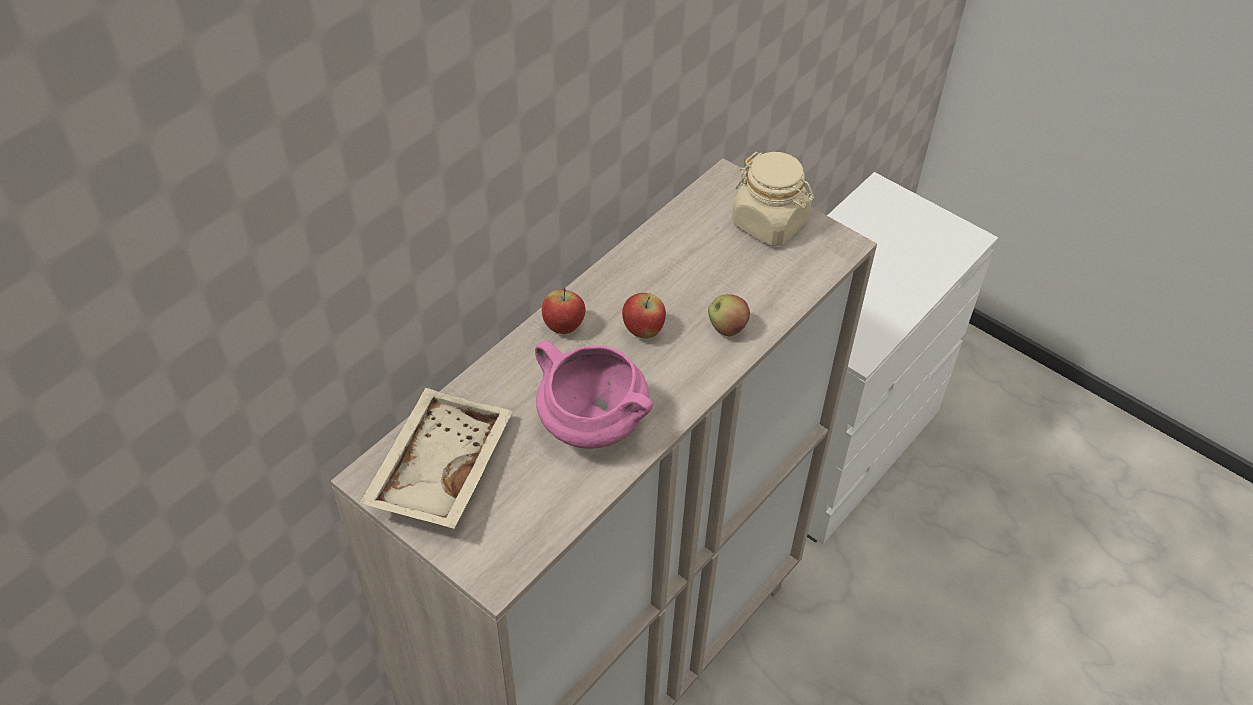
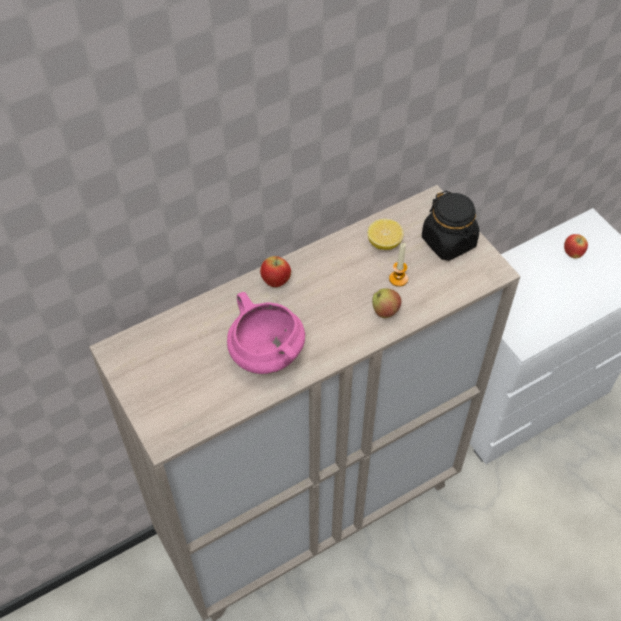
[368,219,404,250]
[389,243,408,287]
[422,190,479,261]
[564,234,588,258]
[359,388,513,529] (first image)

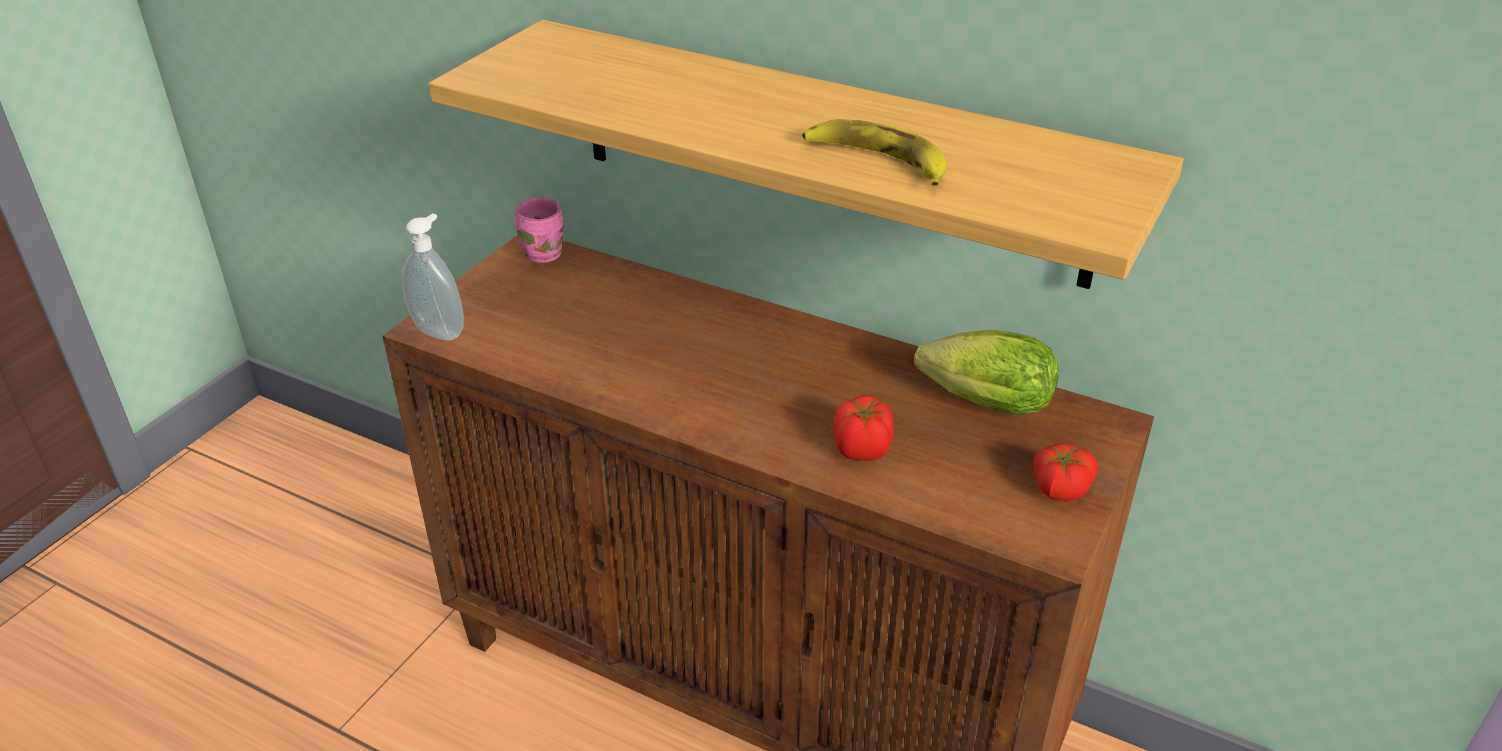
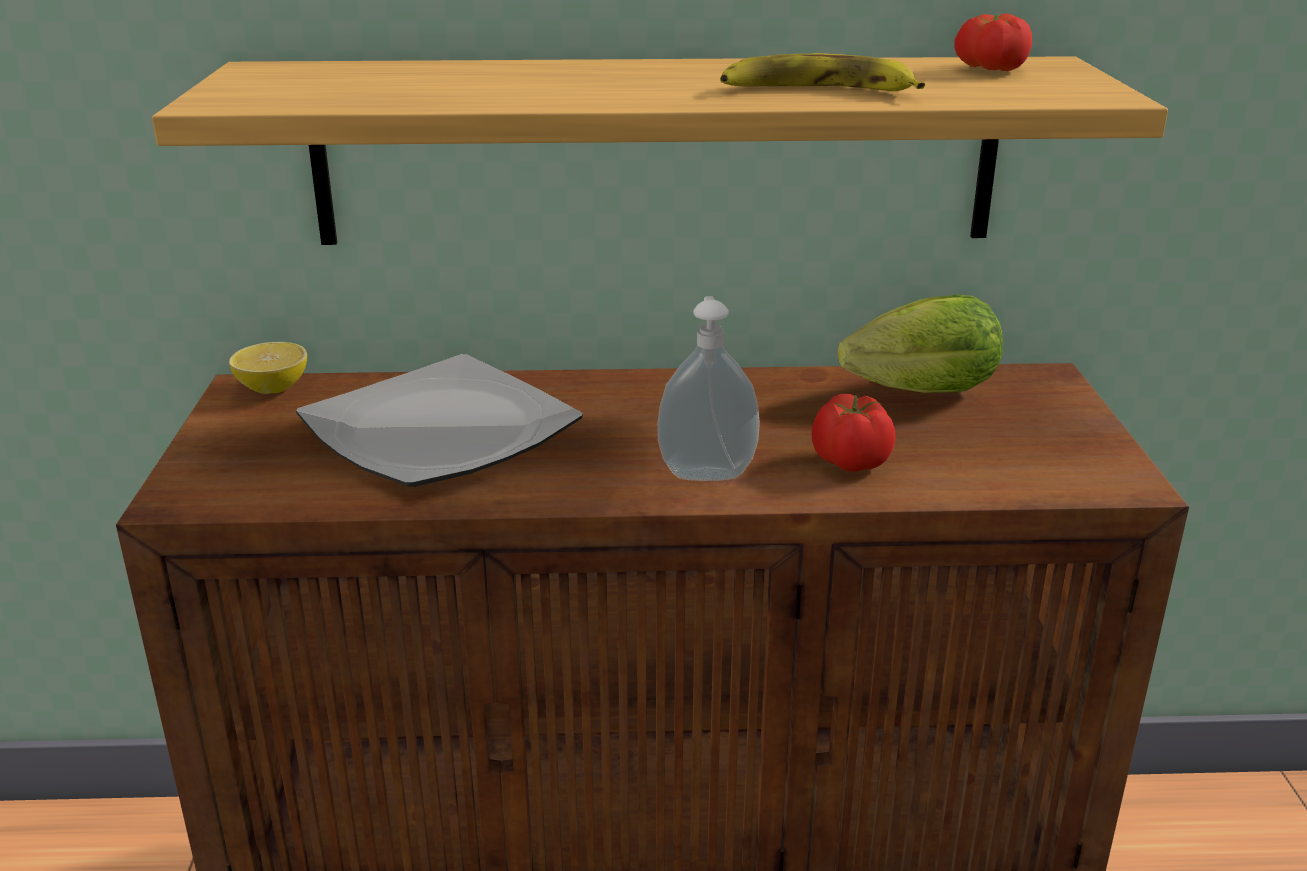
[229,342,307,394]
[296,354,583,487]
[657,296,760,481]
[954,14,1032,71]

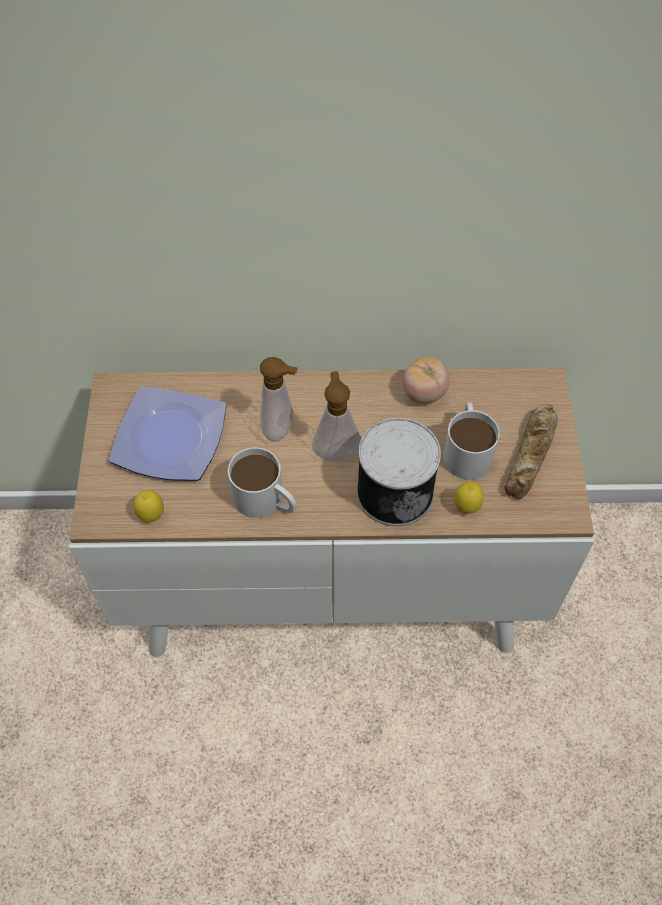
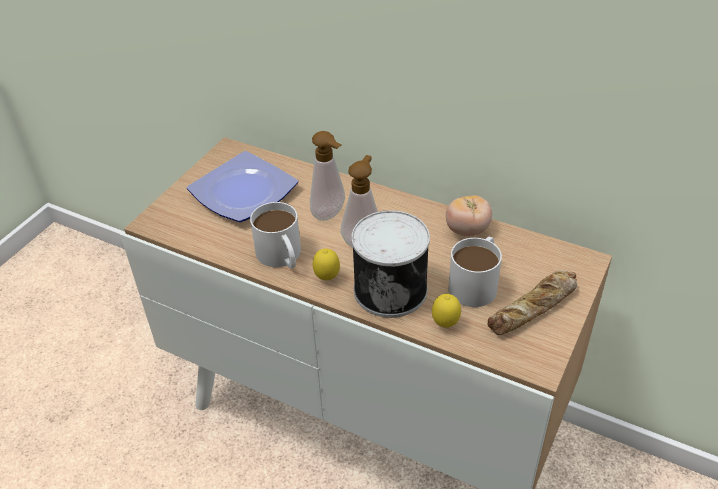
[313,248,340,280]

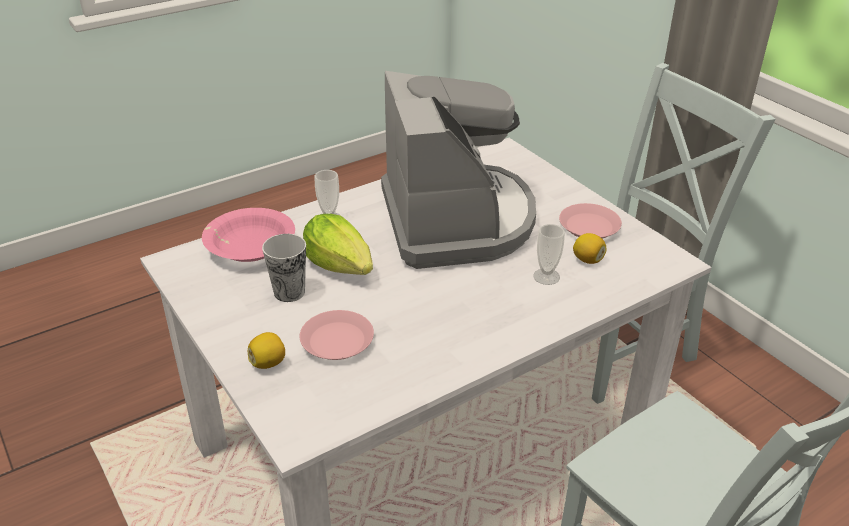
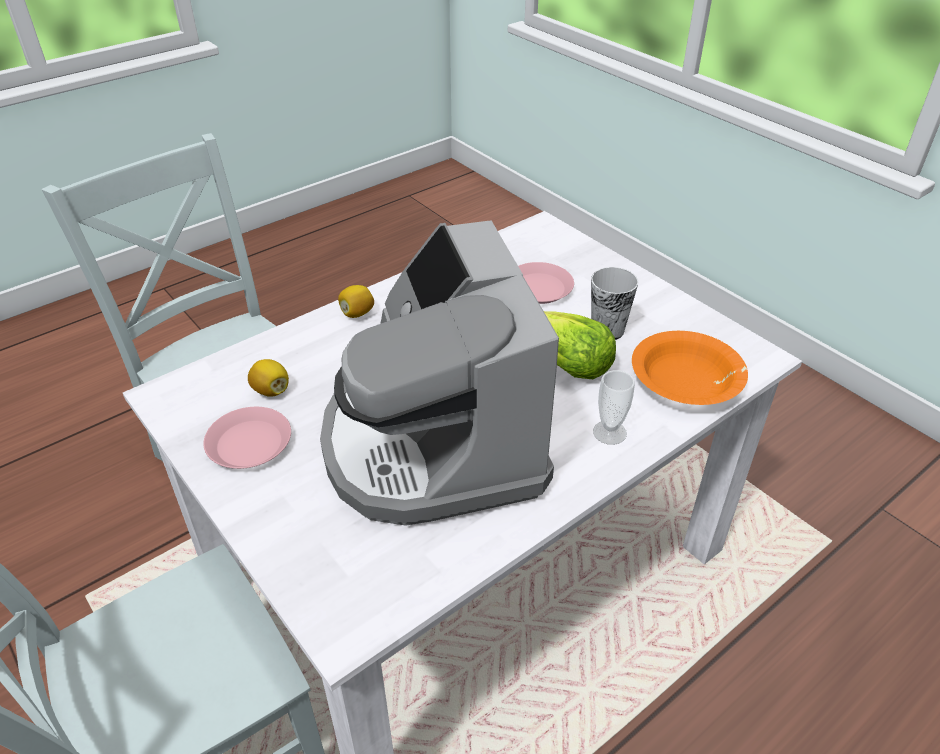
[338,285,374,318]
[632,331,748,405]
[533,224,565,285] (first image)

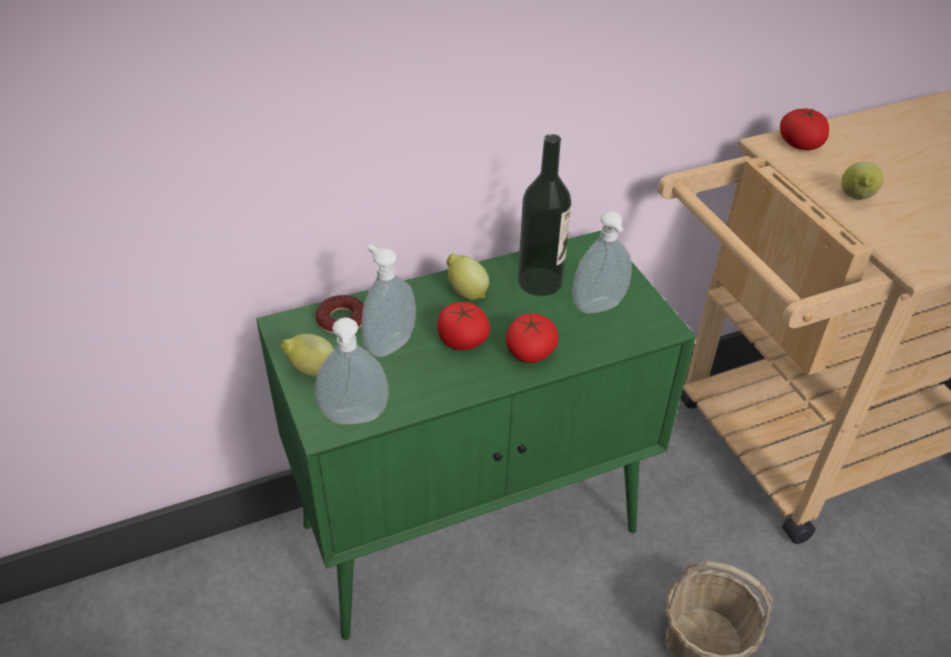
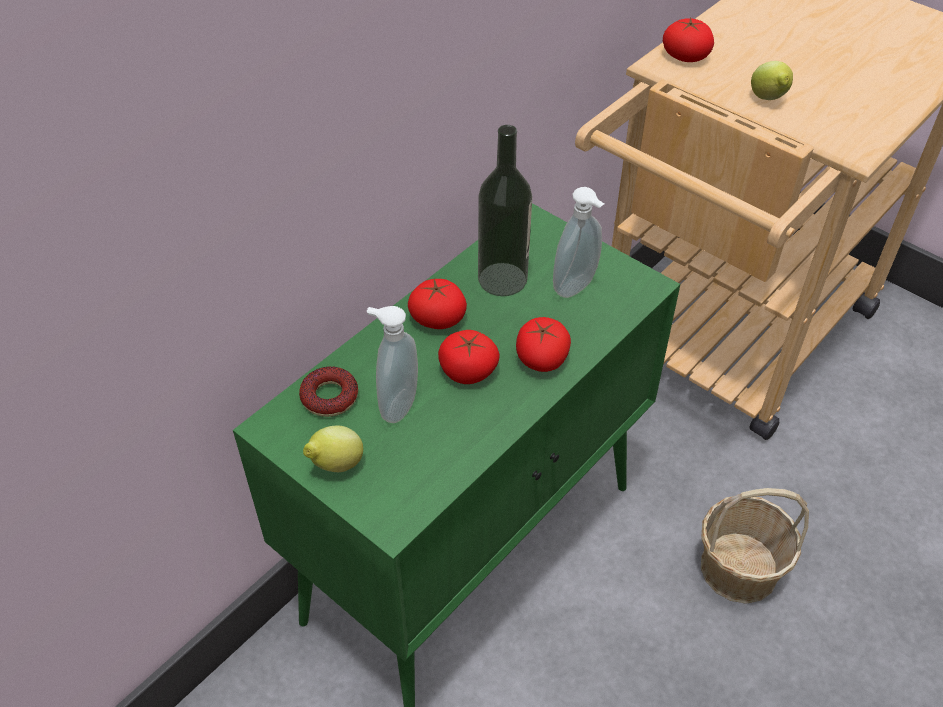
[408,279,467,329]
[315,317,389,425] (first image)

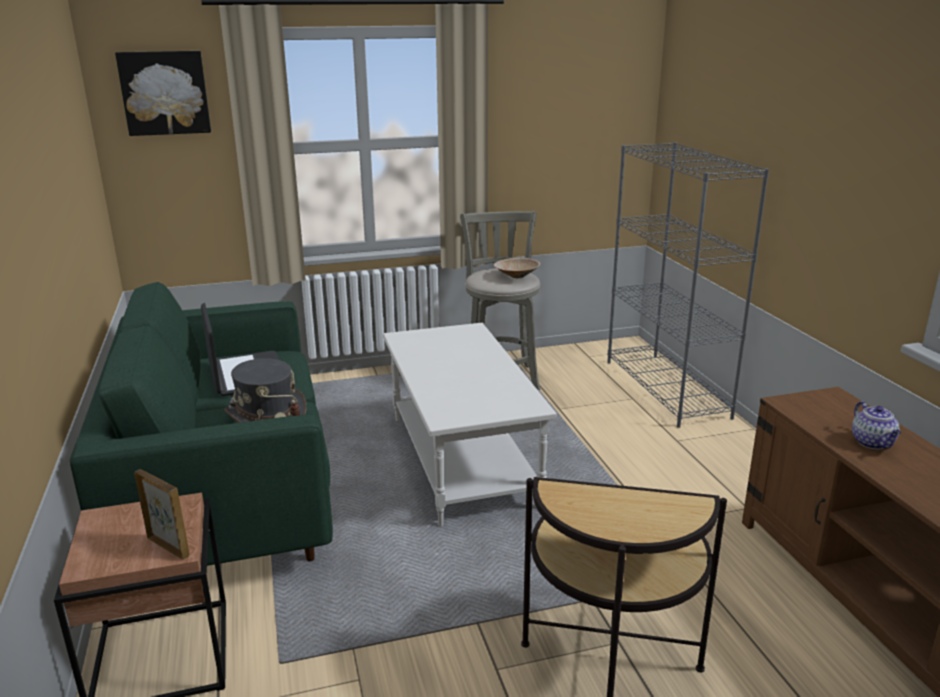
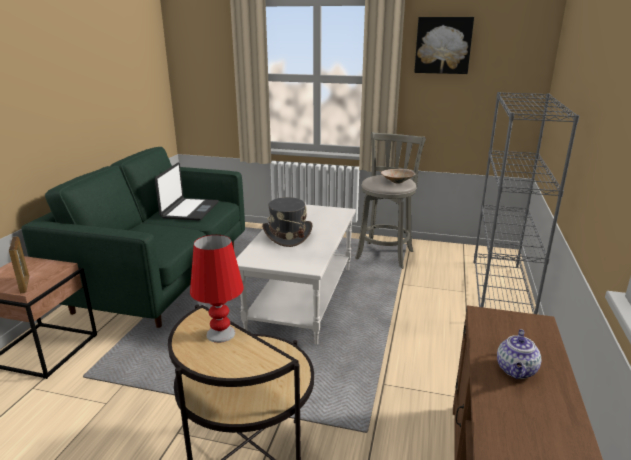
[190,235,243,343]
[262,197,312,247]
[414,17,474,74]

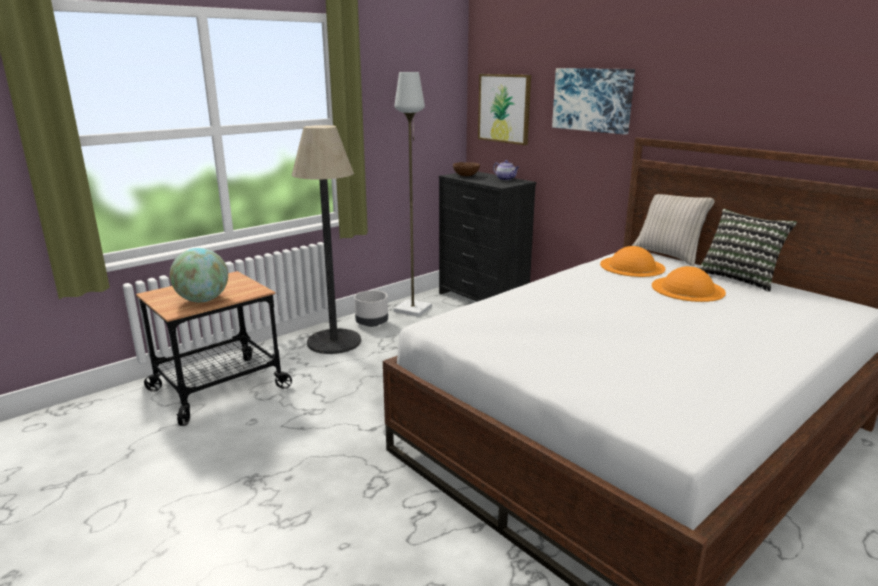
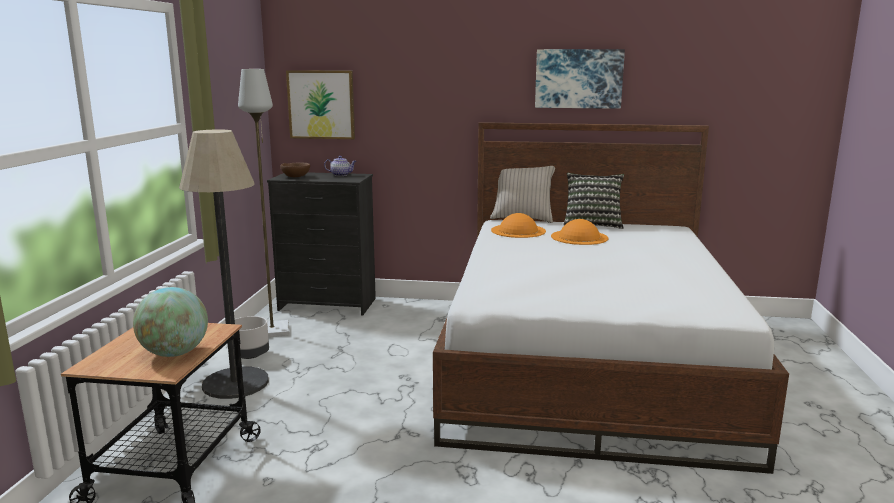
[535,49,625,109]

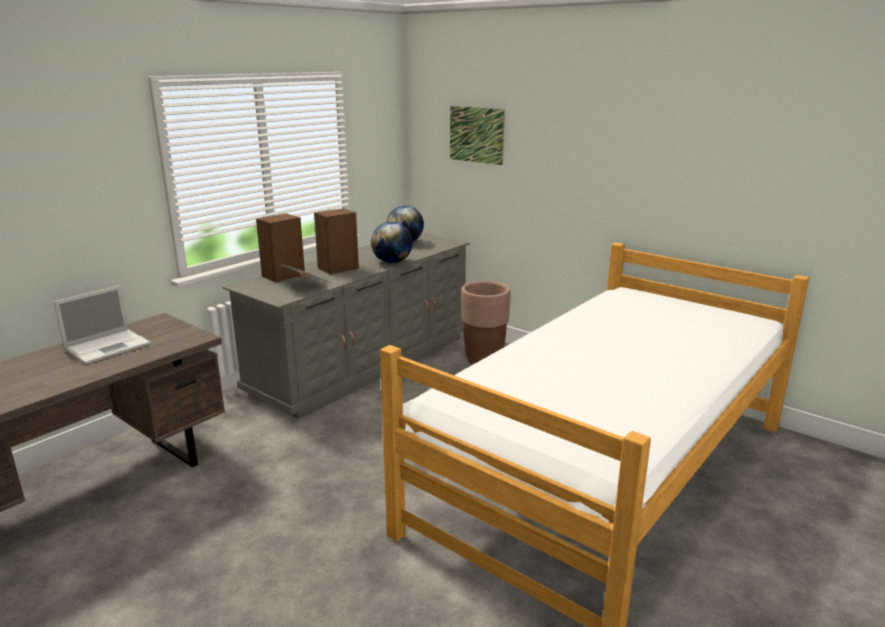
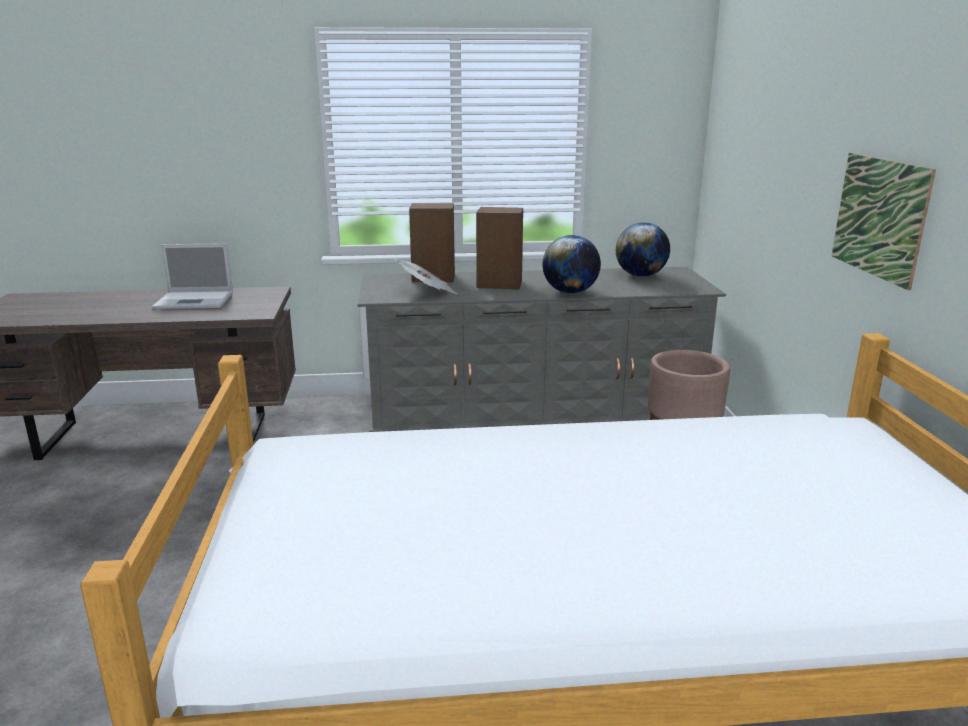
[832,153,936,290]

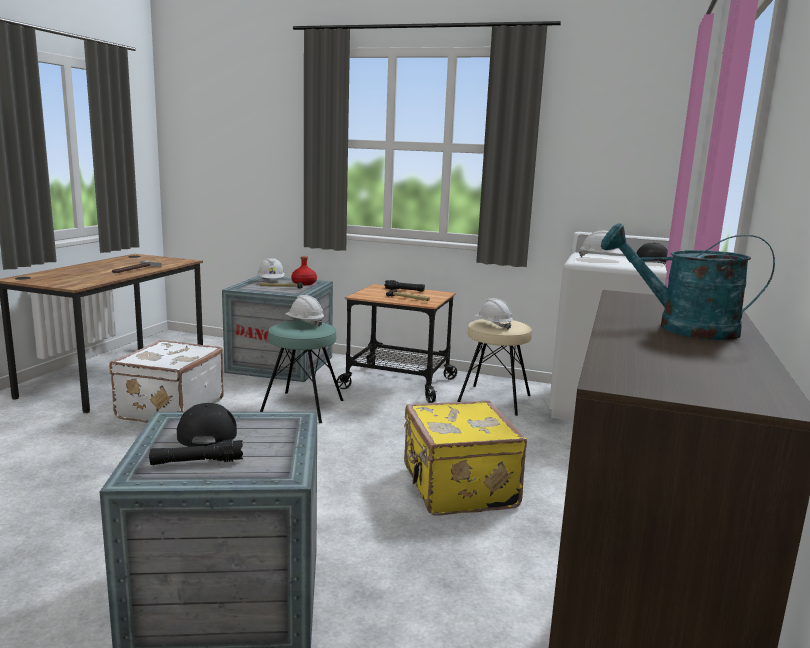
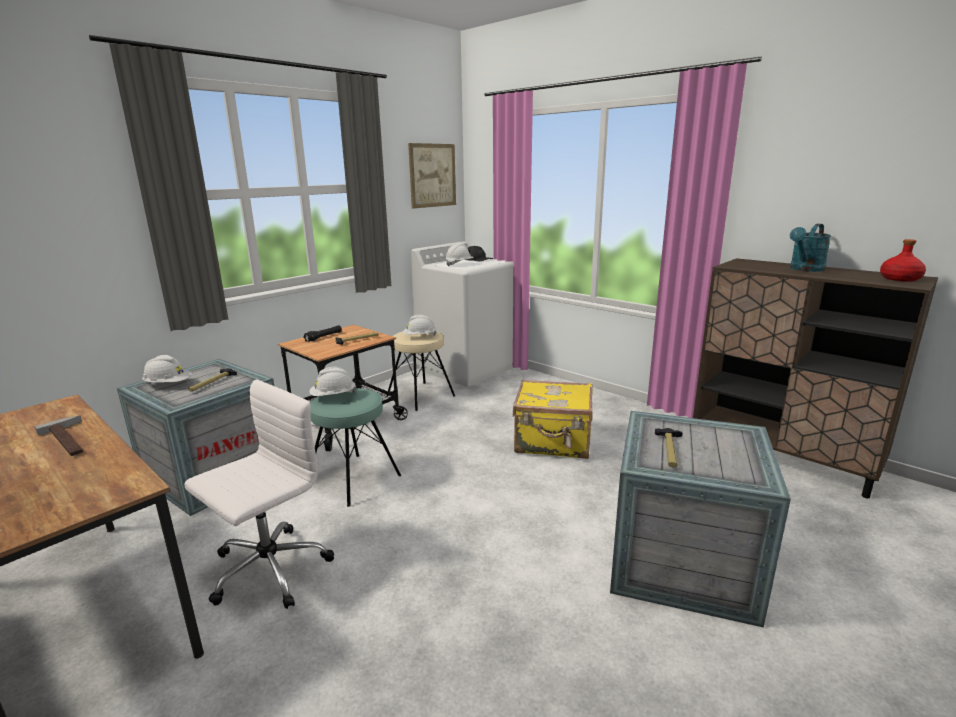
[184,380,334,609]
[408,143,456,209]
[655,428,683,467]
[880,239,926,282]
[149,439,243,465] (first image)

